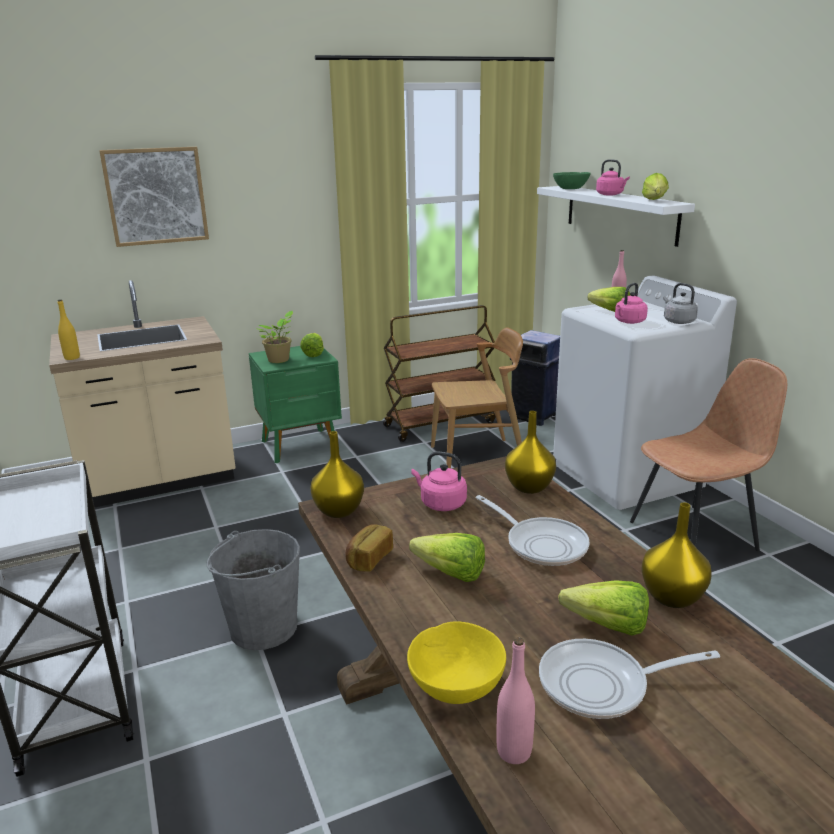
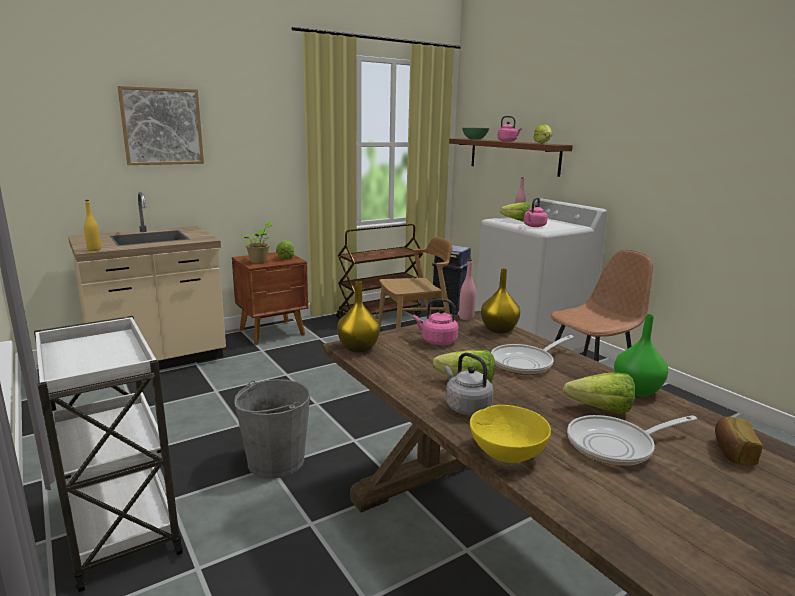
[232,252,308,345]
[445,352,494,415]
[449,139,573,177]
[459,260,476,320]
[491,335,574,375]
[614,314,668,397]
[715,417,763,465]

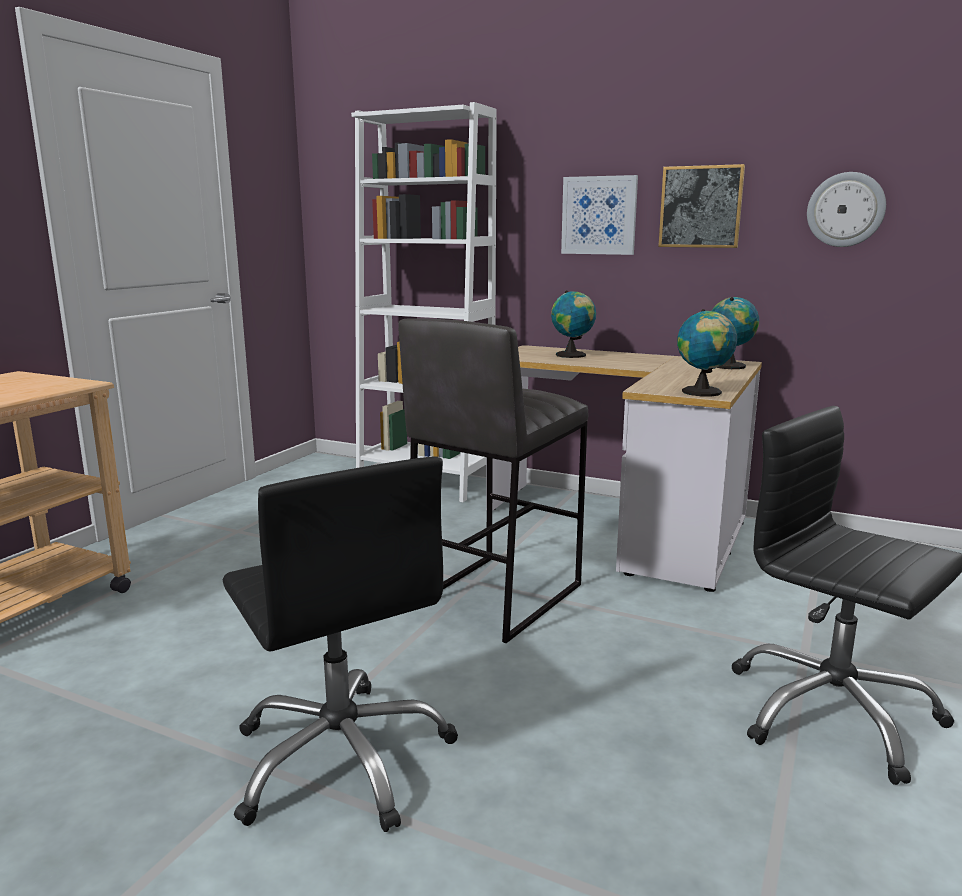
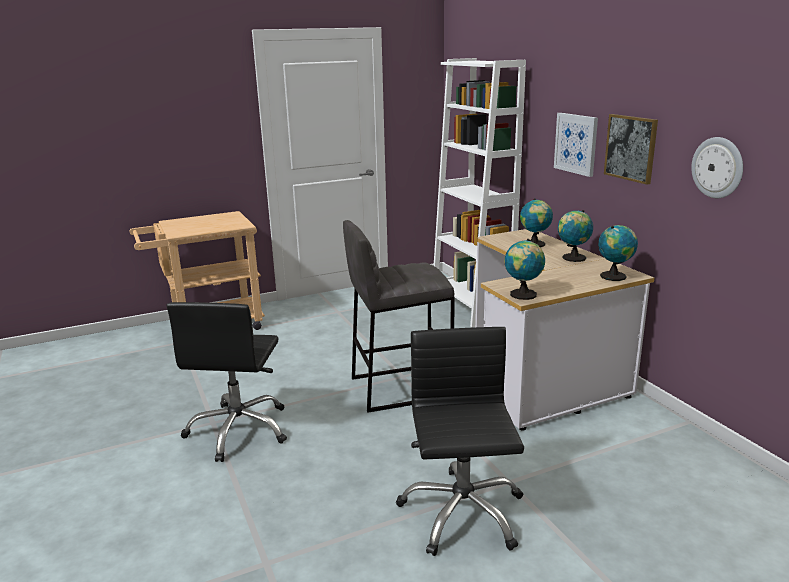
[558,210,593,262]

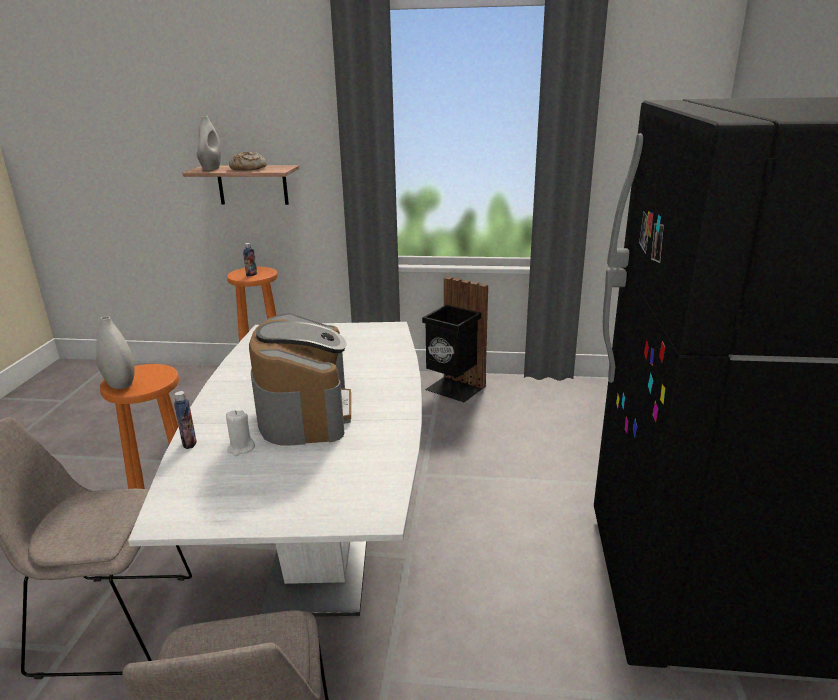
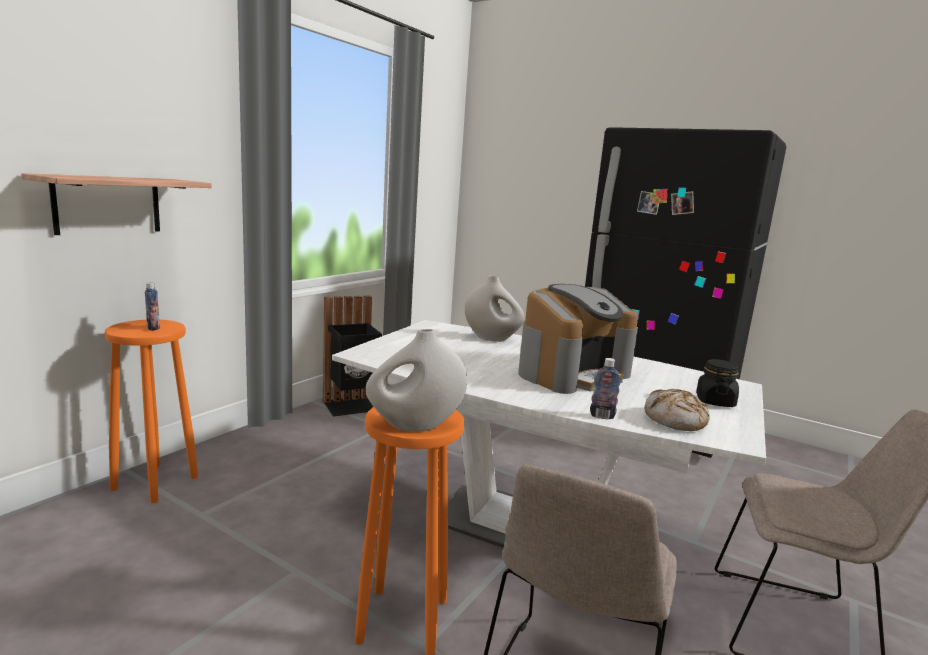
[465,276,525,342]
[518,284,638,394]
[645,389,710,431]
[696,359,739,407]
[226,411,255,456] (first image)

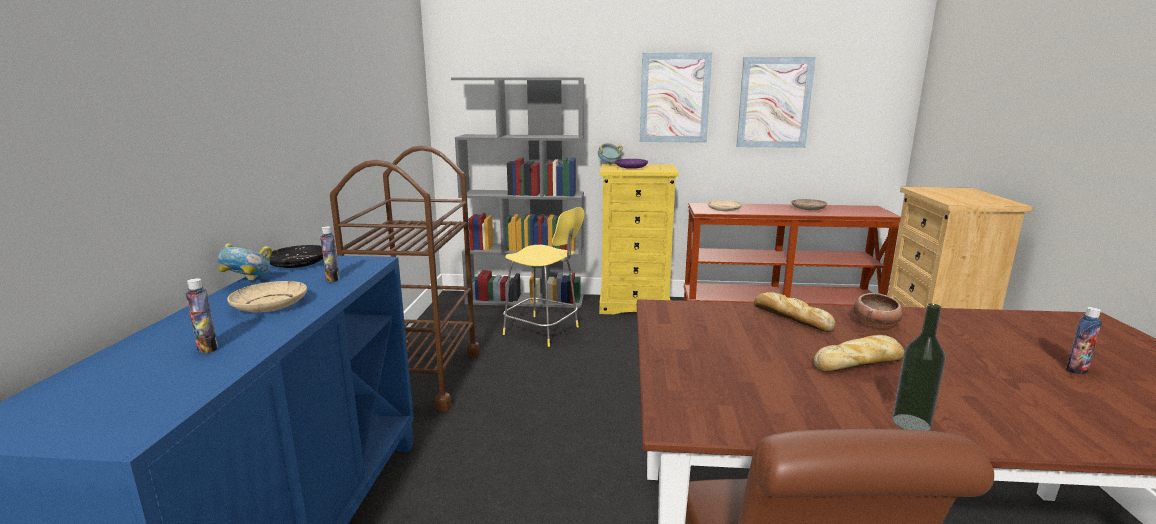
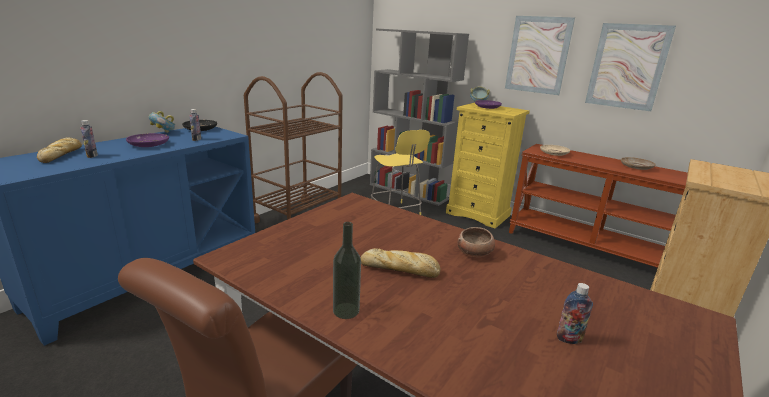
[37,137,82,163]
[126,133,169,147]

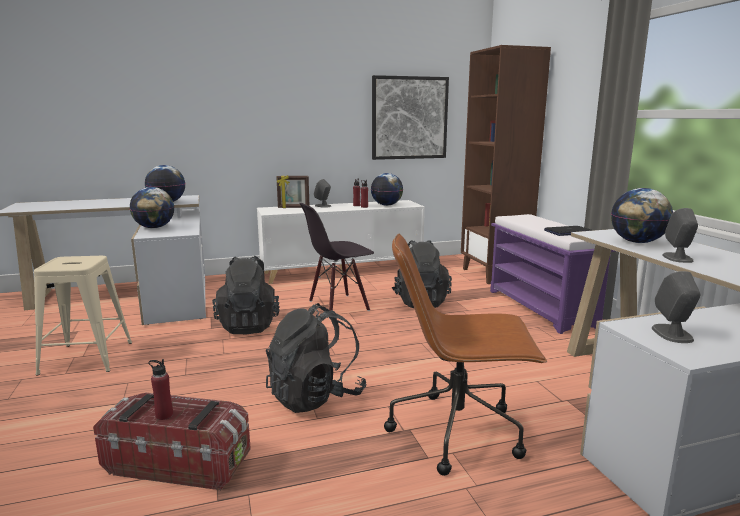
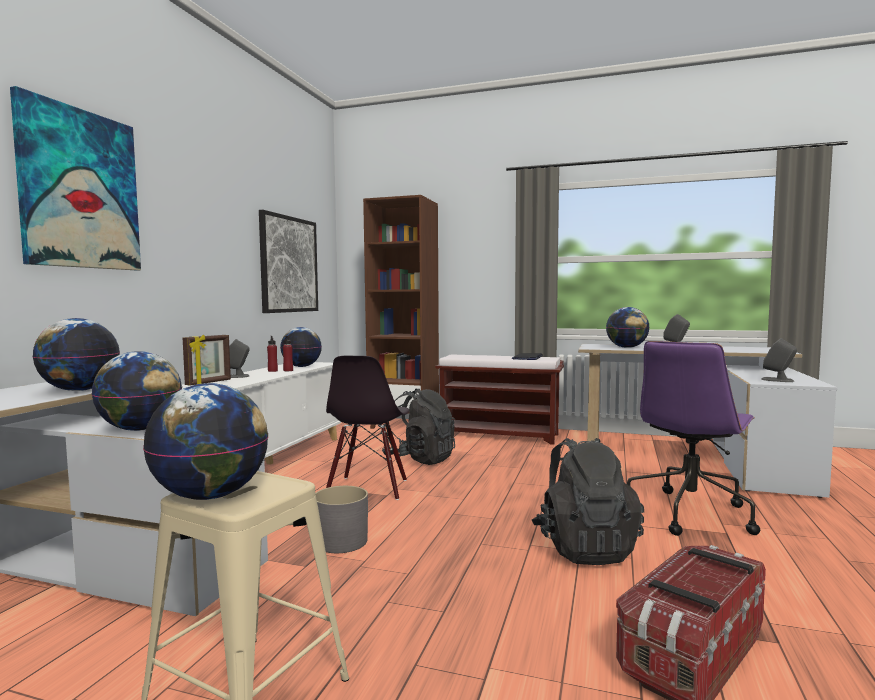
[10,86,141,270]
[143,383,268,500]
[315,486,368,553]
[435,355,564,445]
[627,341,760,536]
[148,359,173,420] (first image)

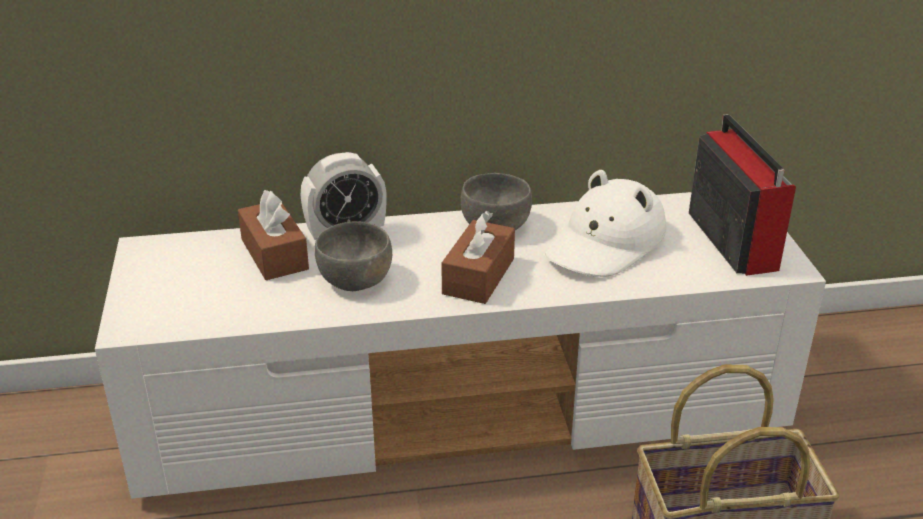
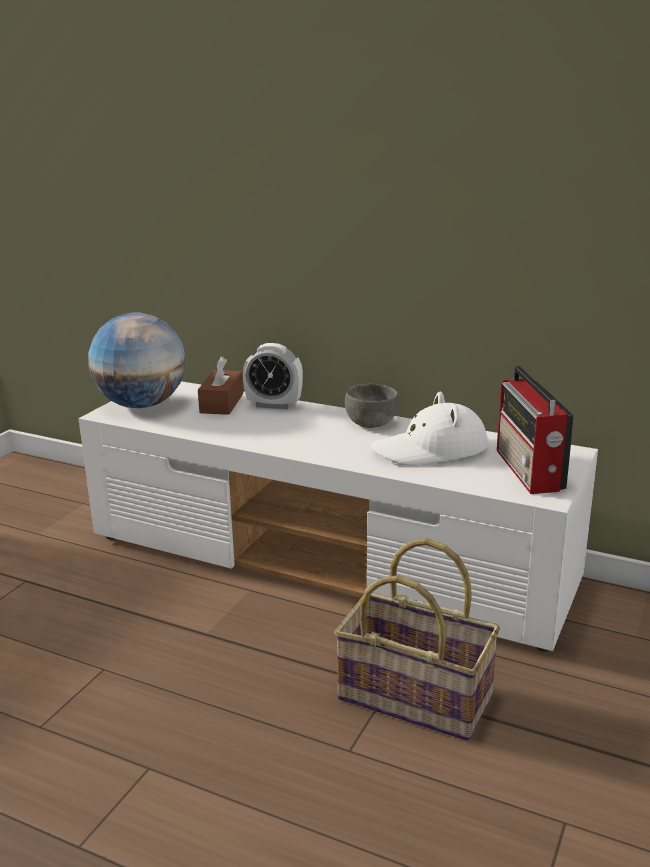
[88,312,186,408]
[497,366,574,494]
[314,221,392,291] (first image)
[441,211,515,304] (first image)

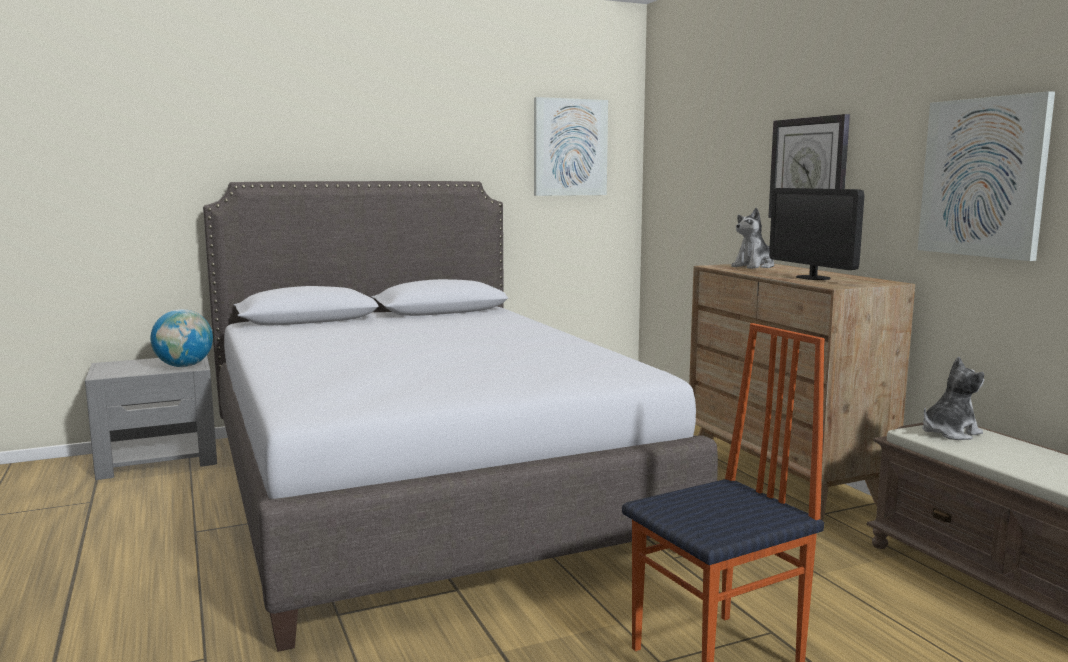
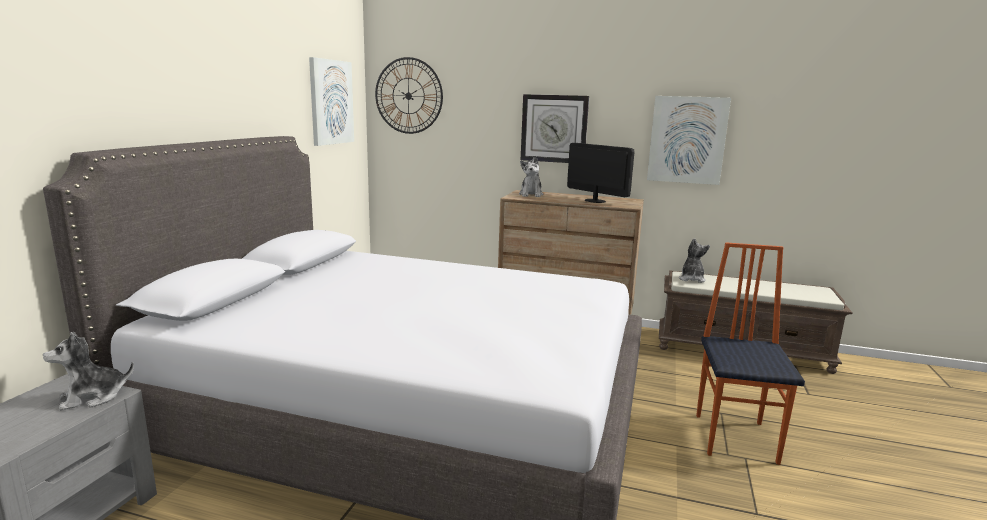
[43,332,134,411]
[375,57,443,134]
[567,143,634,203]

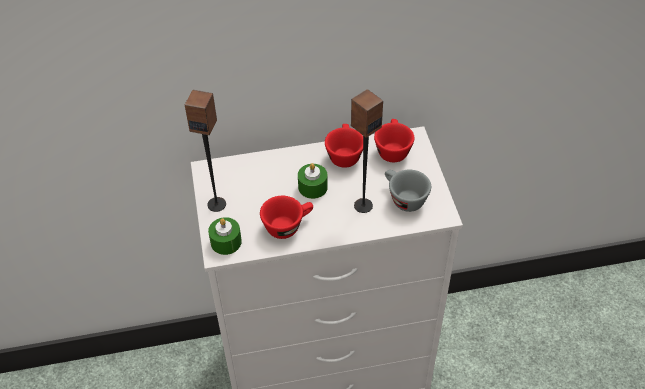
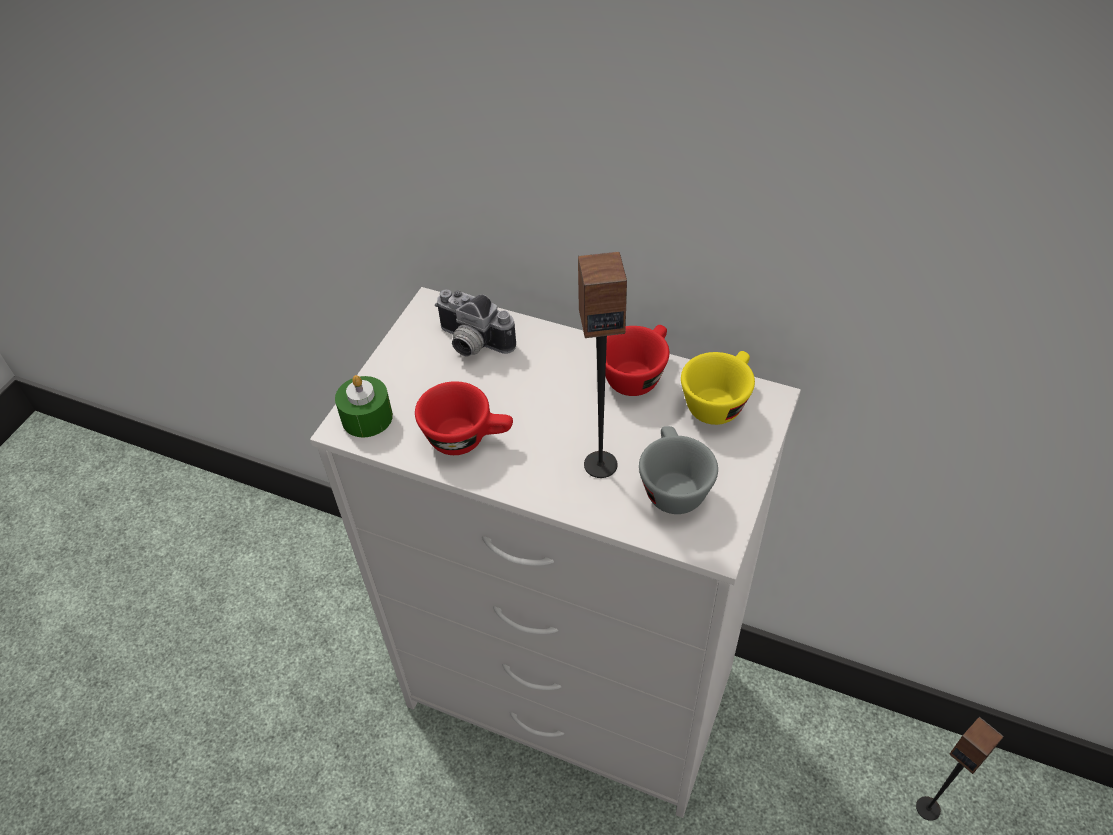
[435,289,516,356]
[681,351,755,425]
[916,717,1004,821]
[298,163,328,199] (first image)

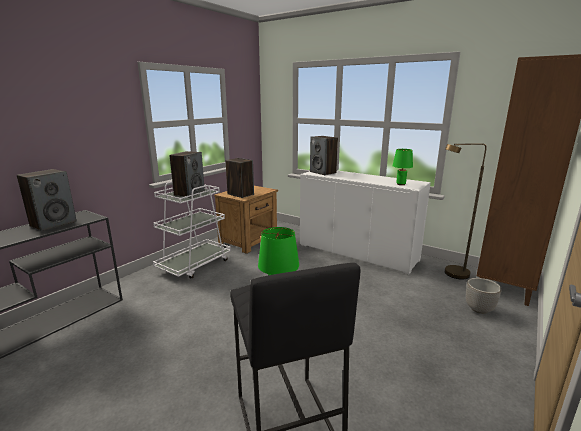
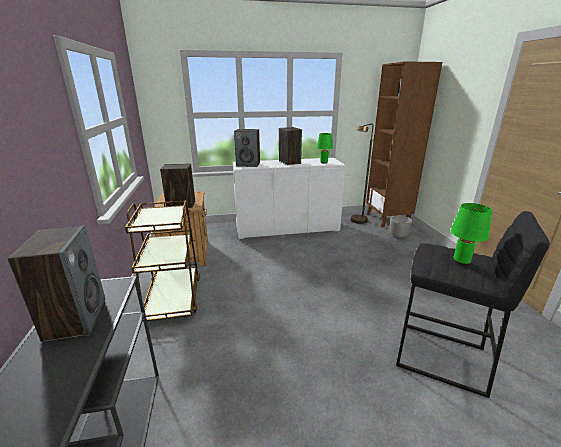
[125,200,200,322]
[279,127,302,165]

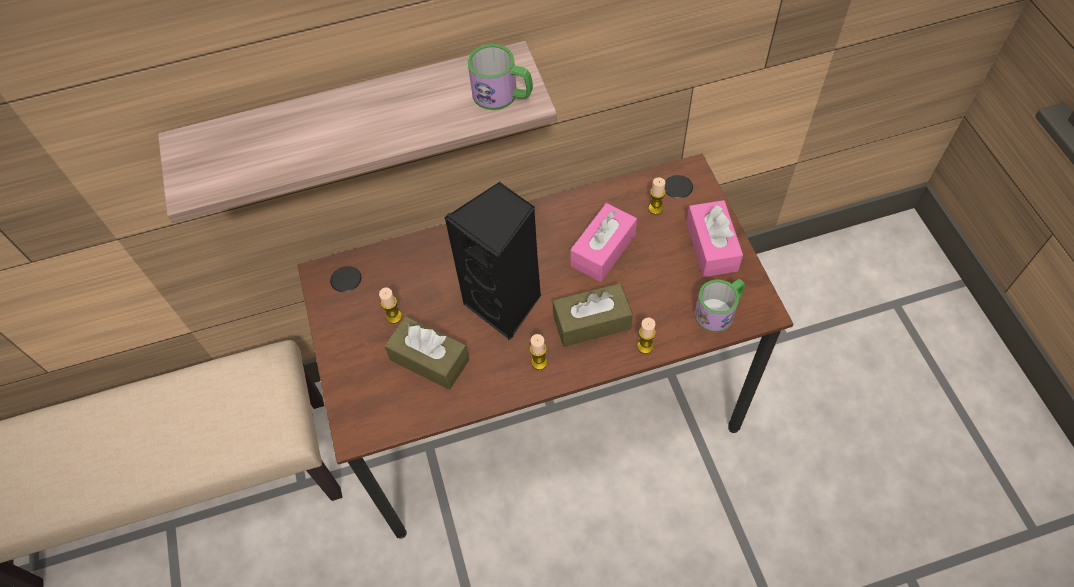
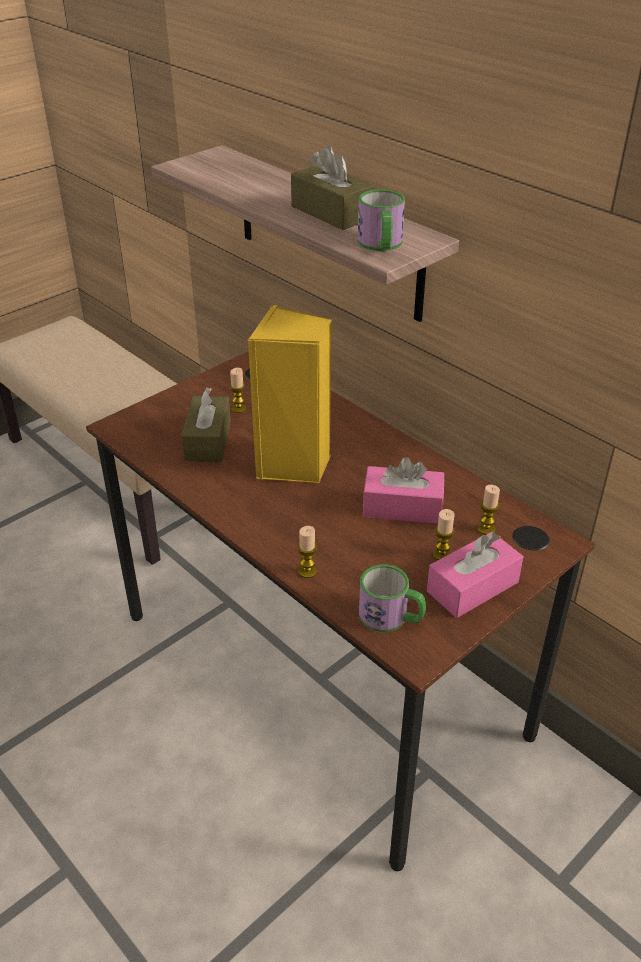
[248,305,332,483]
[291,146,374,230]
[433,509,455,560]

